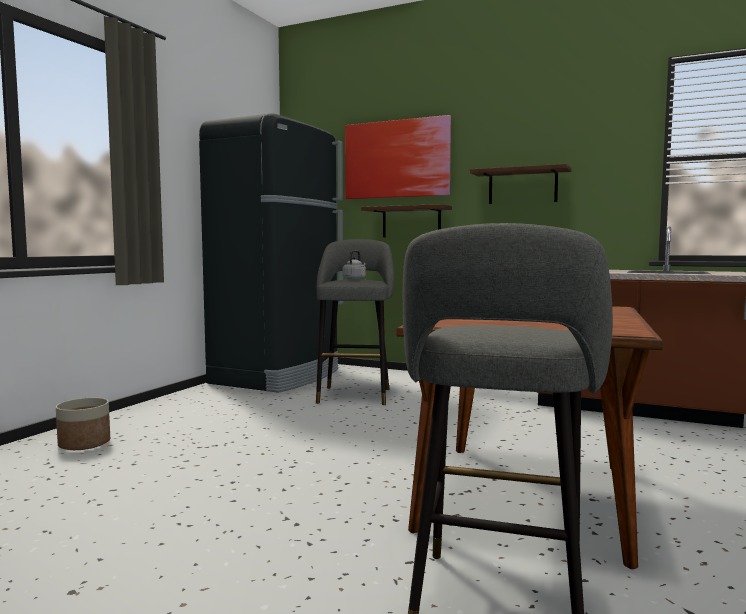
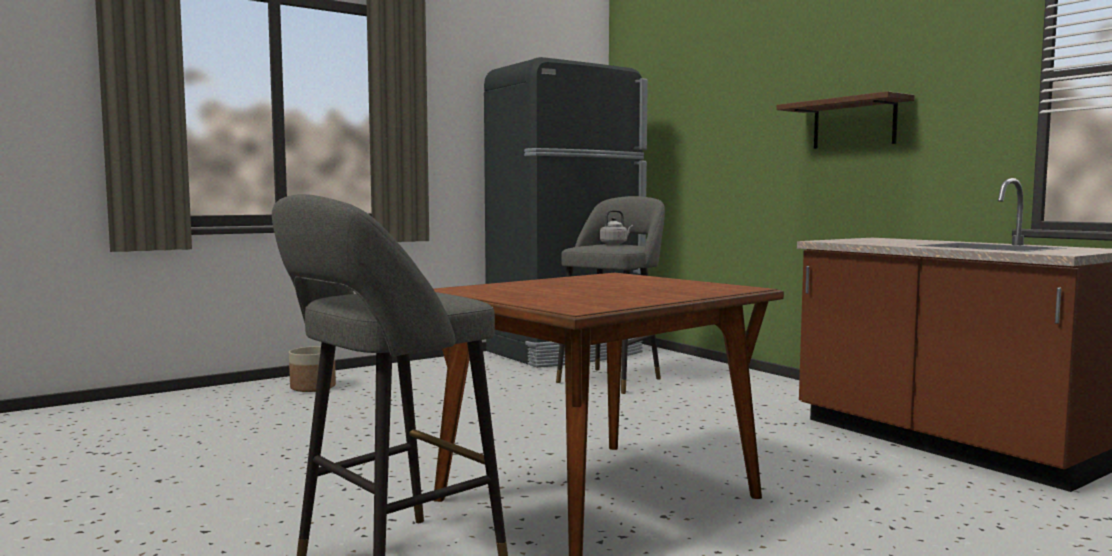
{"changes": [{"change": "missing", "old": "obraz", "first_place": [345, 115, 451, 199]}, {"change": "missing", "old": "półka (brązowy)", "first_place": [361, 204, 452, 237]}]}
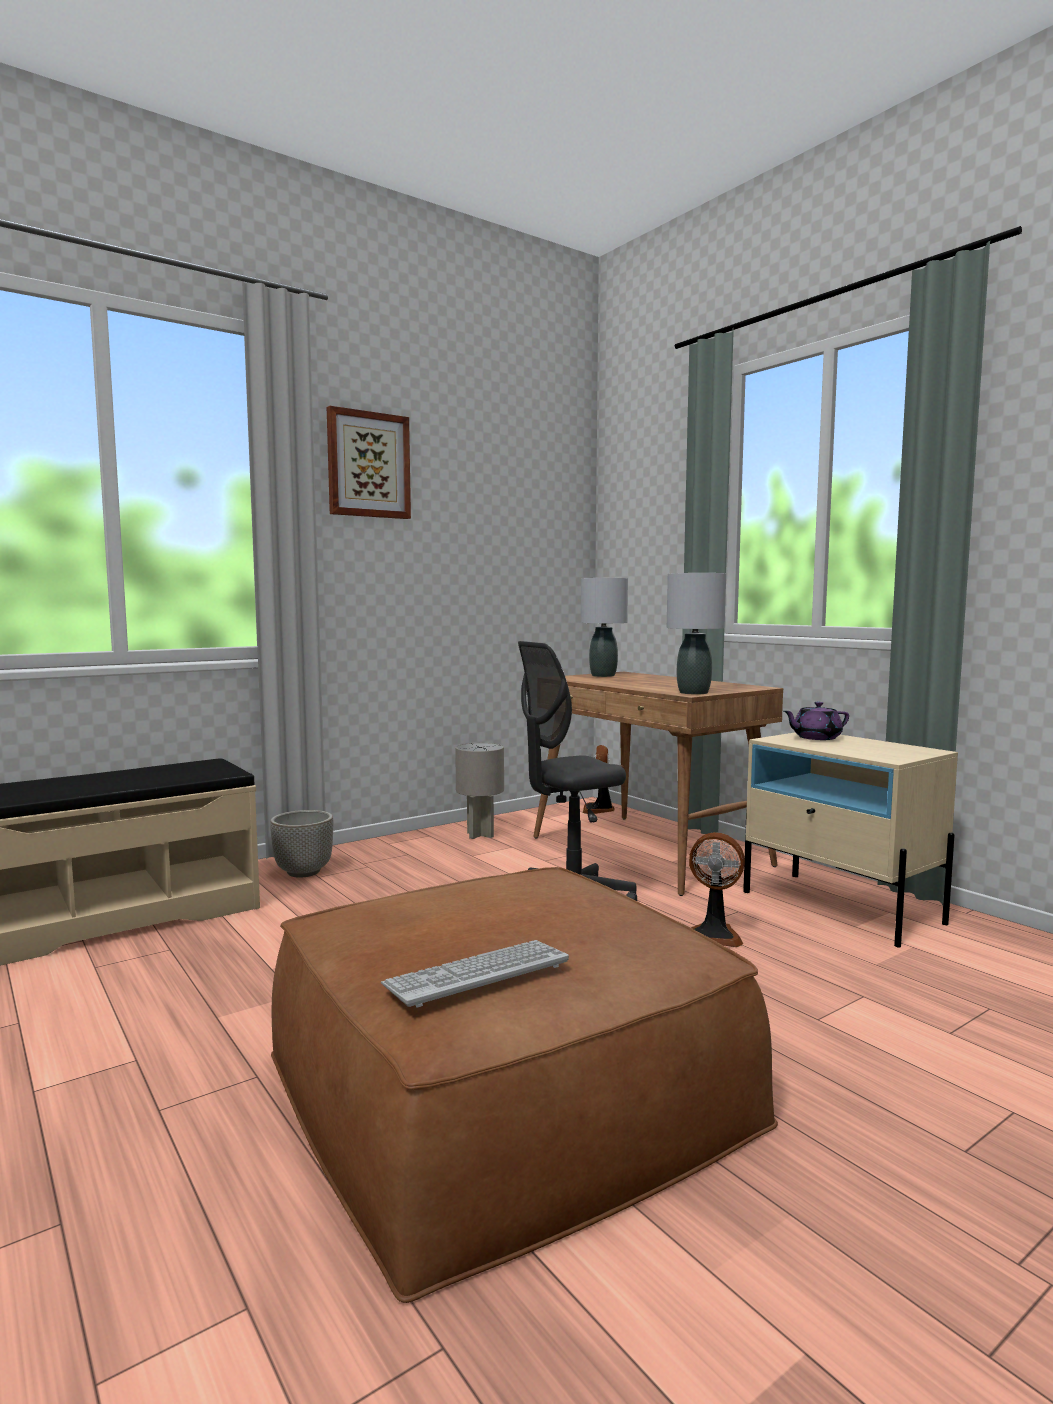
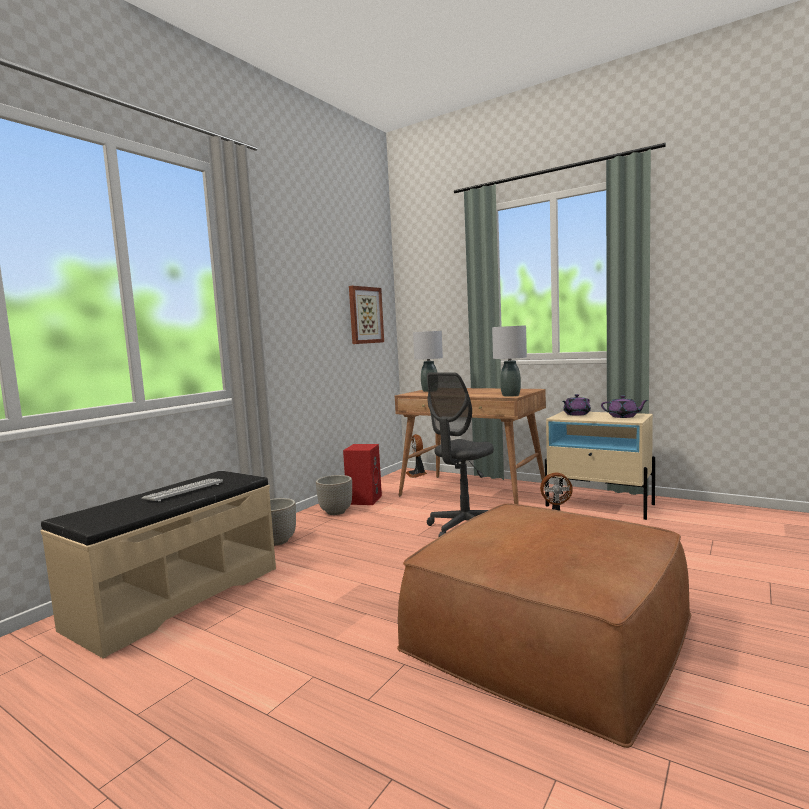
{"changes": [{"change": "relocated", "old": "klawiatura", "first_place": [381, 940, 569, 1008], "second_place": [141, 479, 223, 502]}, {"change": "appeared", "new": "donica", "second_place": [316, 475, 352, 515]}, {"change": "exchanged", "old": "lampa stołowa (szary)", "new": "głośnik (czerwony)", "first_place": [455, 743, 504, 839], "second_place": [343, 444, 382, 505]}, {"change": "relocated", "old": "obraz", "first_place": [327, 406, 411, 519], "second_place": [349, 286, 384, 344]}, {"change": "appeared", "new": "imbryk (fioletowy)", "second_place": [601, 395, 648, 418]}]}
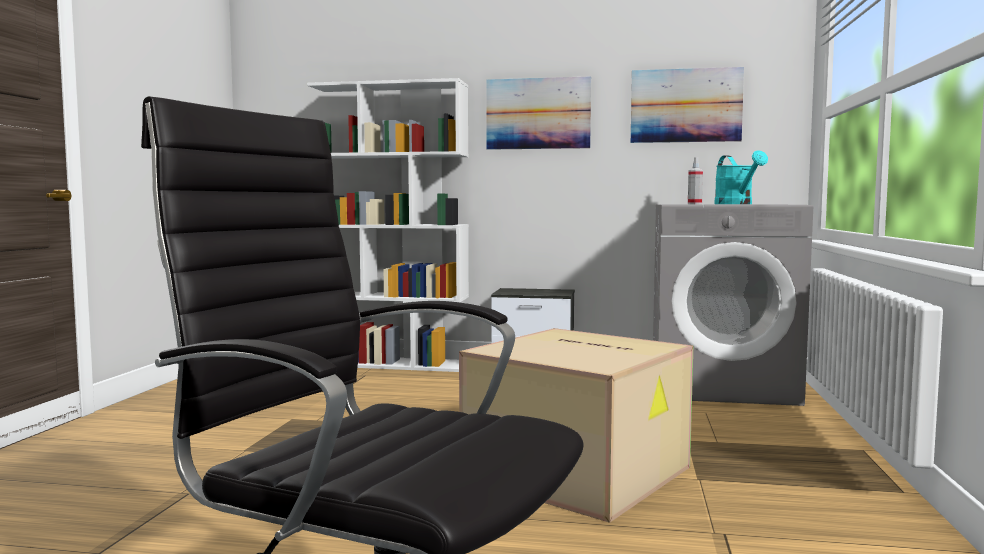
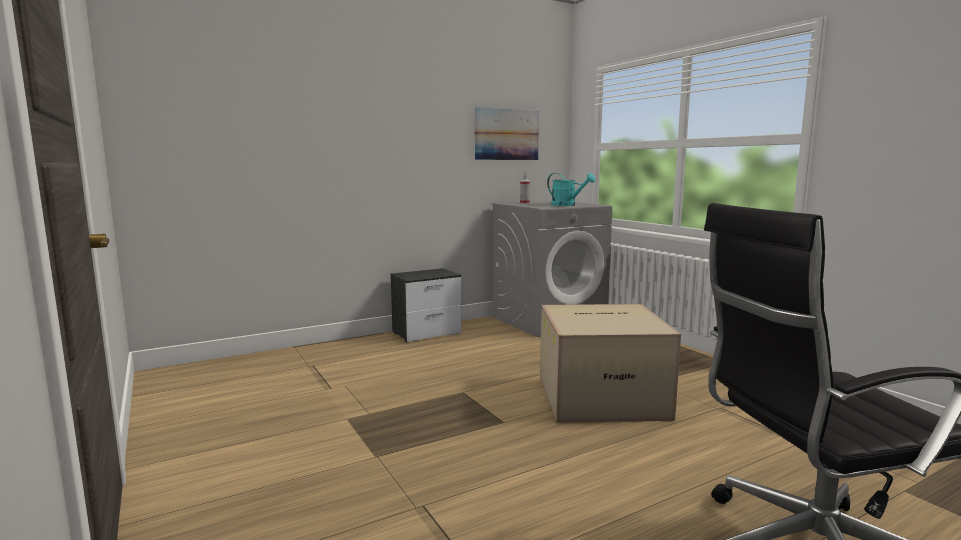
{"changes": [{"change": "missing", "old": "regał (biały)", "first_place": [307, 78, 469, 372]}, {"change": "missing", "old": "obraz", "first_place": [486, 76, 591, 150]}]}
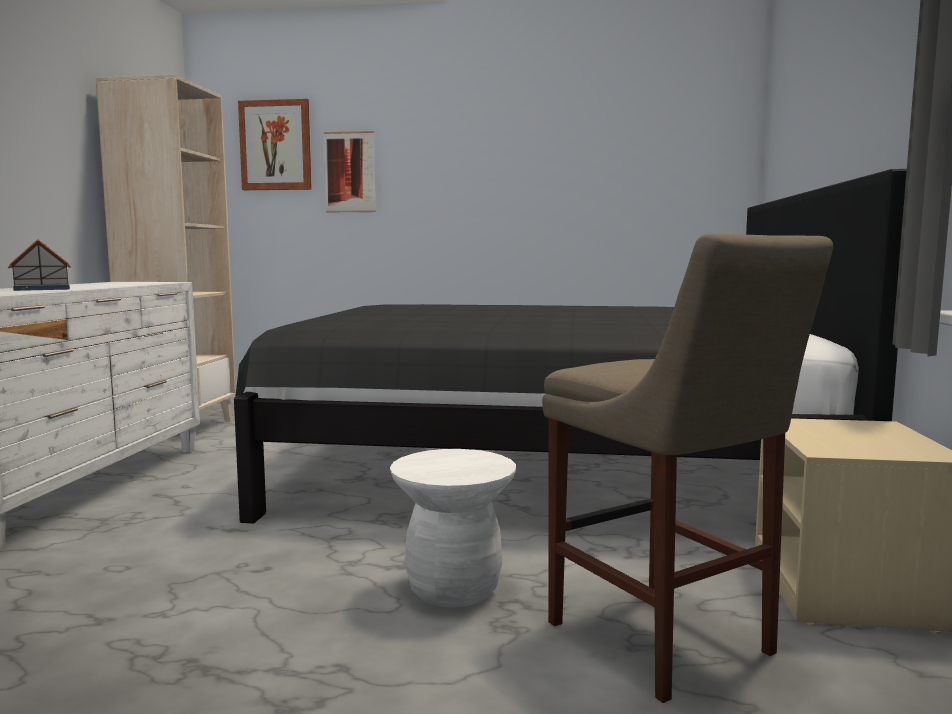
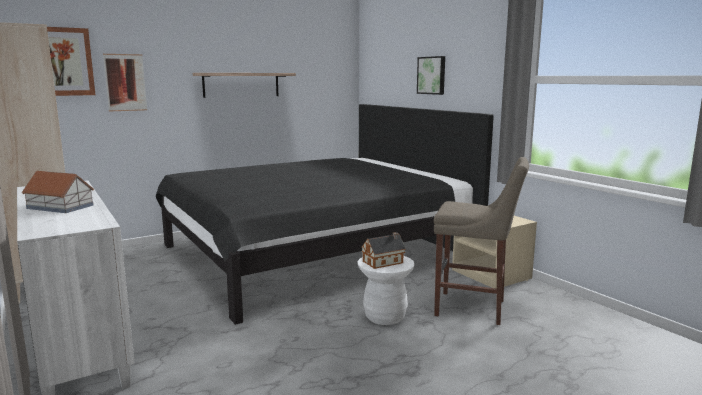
{"changes": [{"change": "appeared", "new": "półka", "second_place": [193, 73, 296, 98]}, {"change": "appeared", "new": "domek", "second_place": [362, 232, 406, 269]}, {"change": "appeared", "new": "obraz", "second_place": [417, 56, 445, 95]}]}
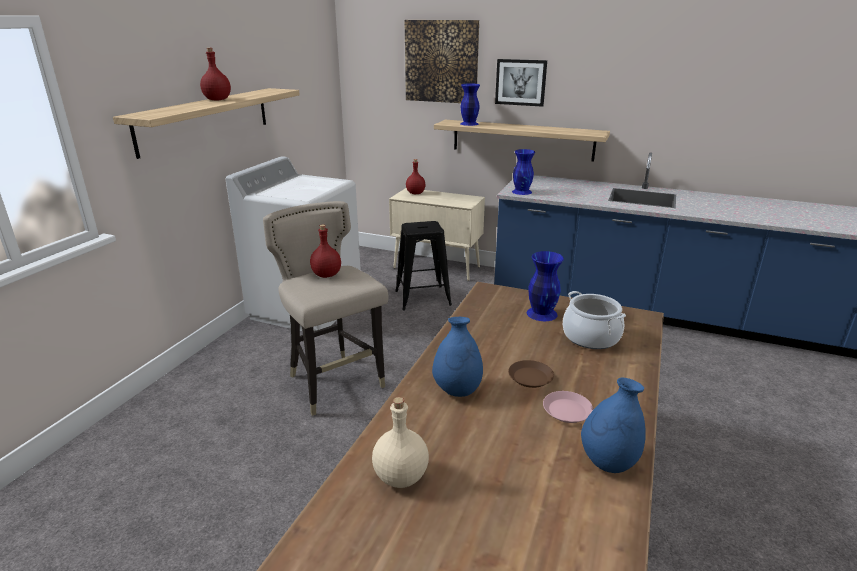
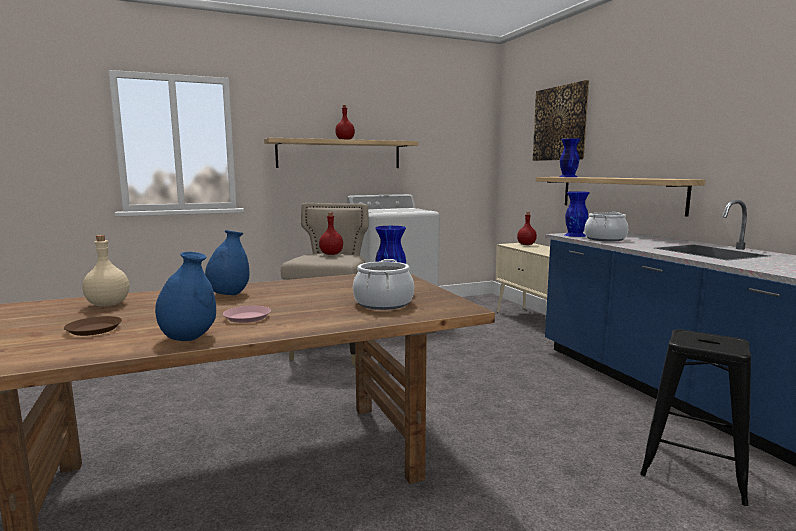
{"changes": [{"change": "relocated", "old": "talerz (brązowy)", "first_place": [508, 360, 554, 388], "second_place": [64, 316, 122, 336]}, {"change": "appeared", "new": "garnek", "second_place": [585, 212, 628, 241]}, {"change": "relocated", "old": "stołek (czarny)", "first_place": [395, 221, 452, 311], "second_place": [640, 329, 751, 506]}, {"change": "missing", "old": "obraz", "first_place": [495, 59, 547, 107]}]}
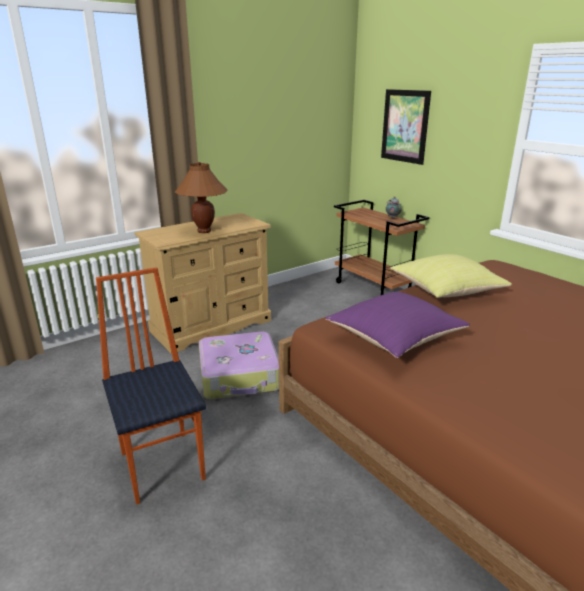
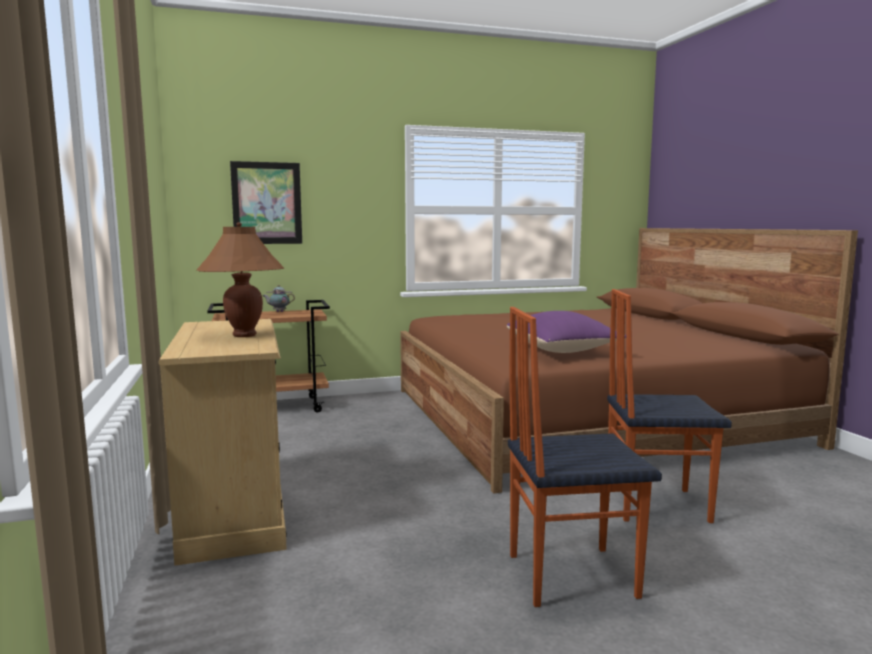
{"changes": [{"change": "appeared", "new": "krzesło", "second_place": [607, 289, 732, 523]}, {"change": "missing", "old": "walizka", "first_place": [199, 332, 279, 399]}, {"change": "missing", "old": "poduszka (żółty)", "first_place": [390, 254, 512, 298]}]}
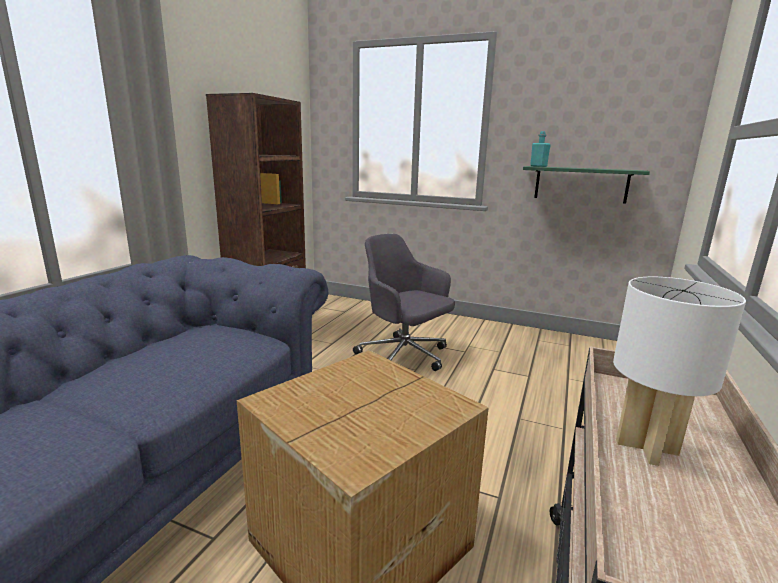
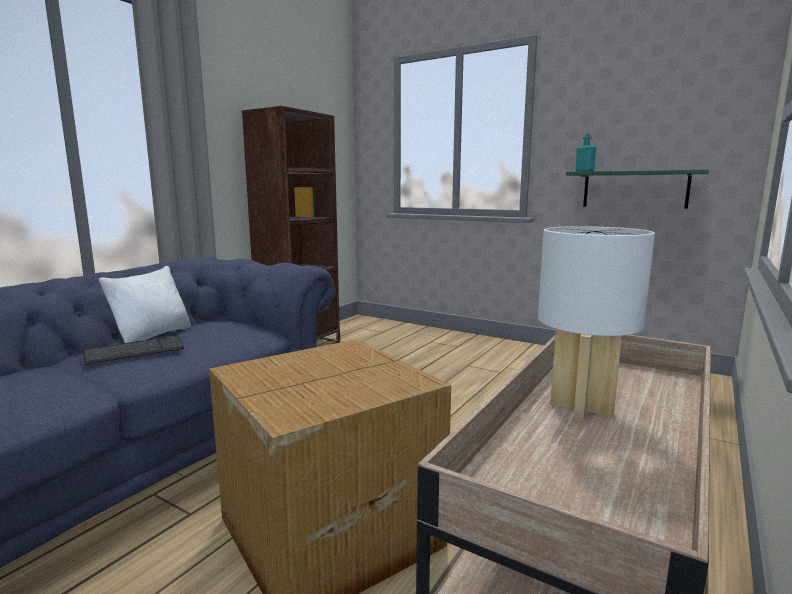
{"changes": [{"change": "appeared", "new": "klawiatura", "second_place": [83, 336, 184, 365]}, {"change": "appeared", "new": "poduszka (biały)", "second_place": [99, 266, 191, 343]}, {"change": "missing", "old": "krzesło biurowe (szary)", "first_place": [353, 234, 455, 371]}]}
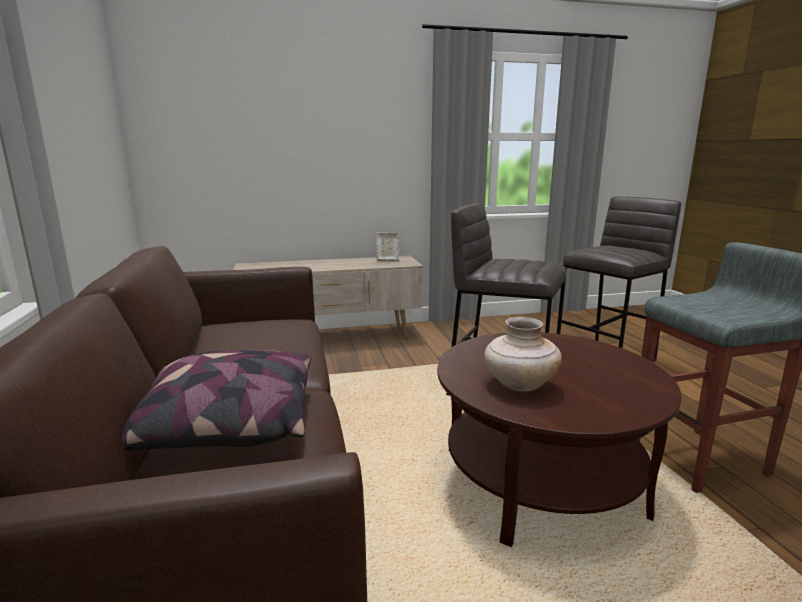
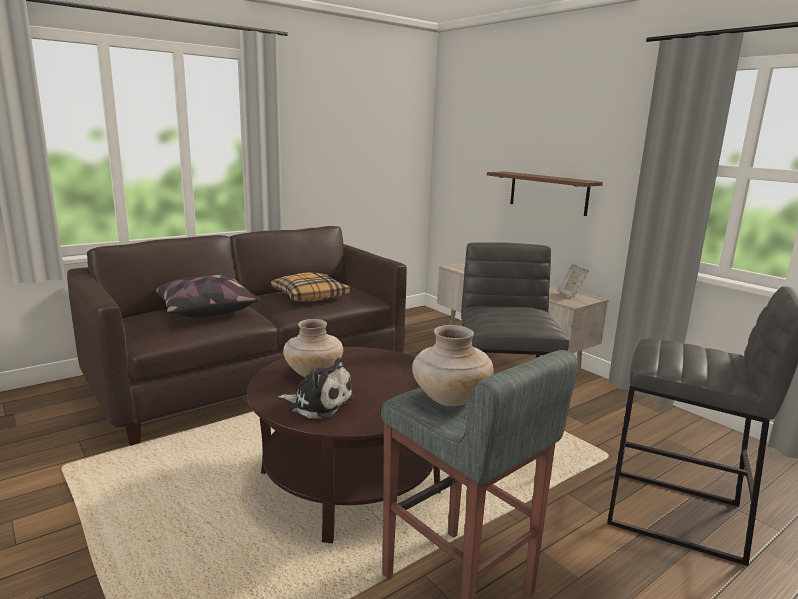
{"changes": [{"change": "appeared", "new": "poduszka", "second_place": [271, 272, 350, 301]}, {"change": "appeared", "new": "pluszak", "second_place": [278, 358, 354, 419]}, {"change": "appeared", "new": "wazon (beżowy)", "second_place": [412, 325, 494, 406]}, {"change": "appeared", "new": "półka (brązowy)", "second_place": [487, 172, 603, 216]}]}
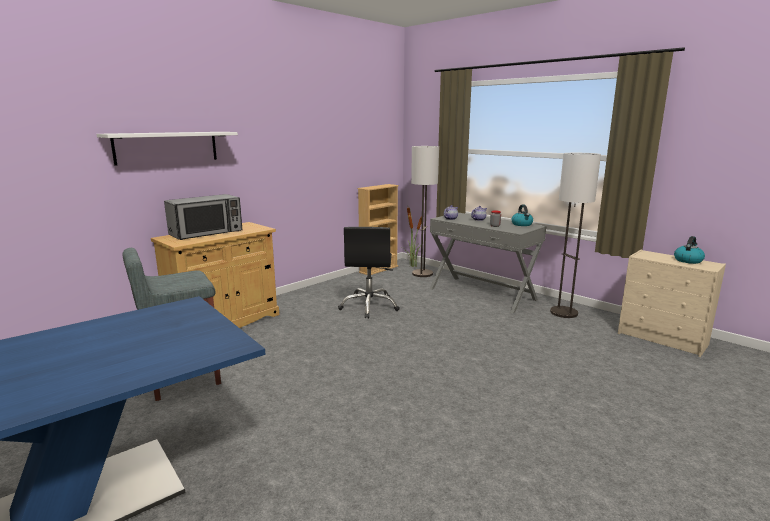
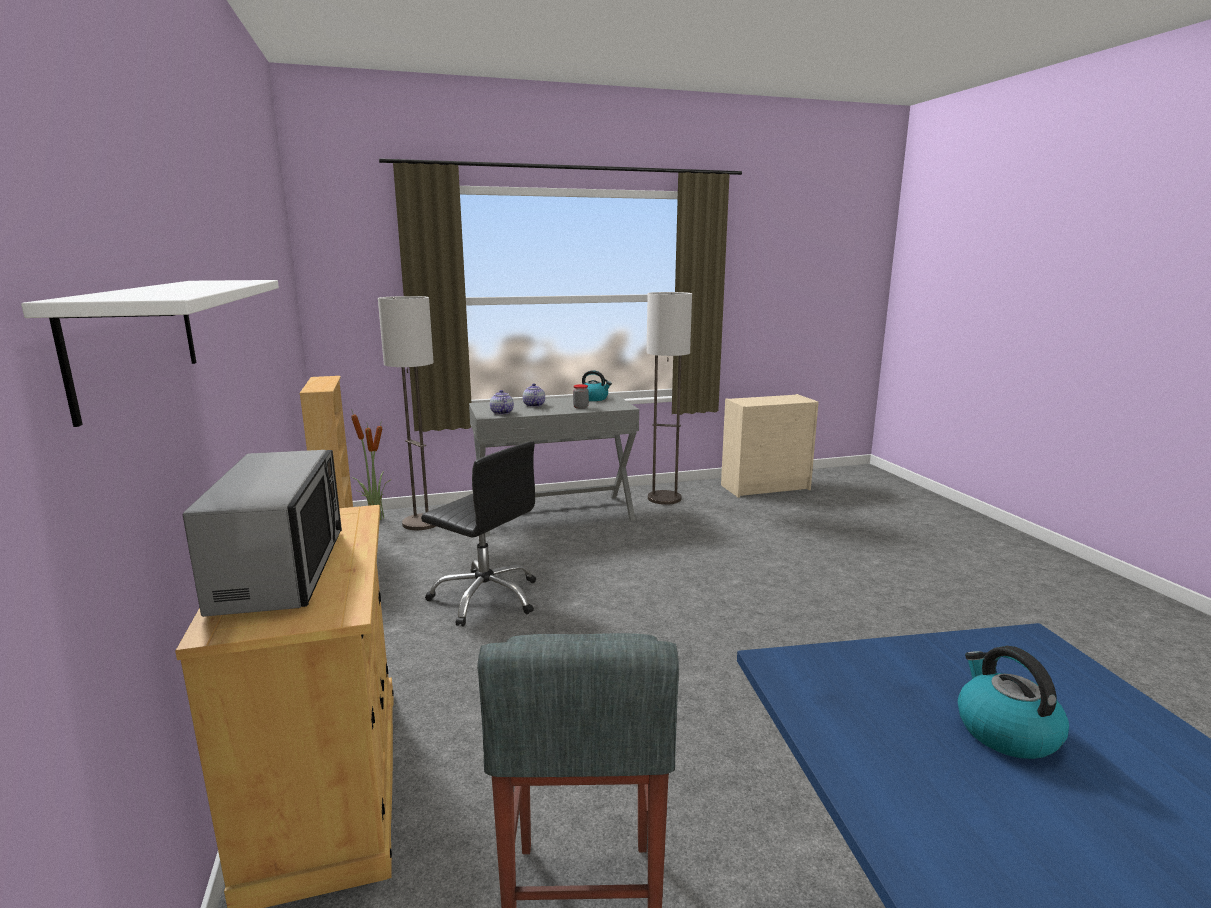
{"changes": [{"change": "relocated", "old": "czajnik", "first_place": [674, 236, 705, 264], "second_place": [958, 646, 1069, 759]}]}
